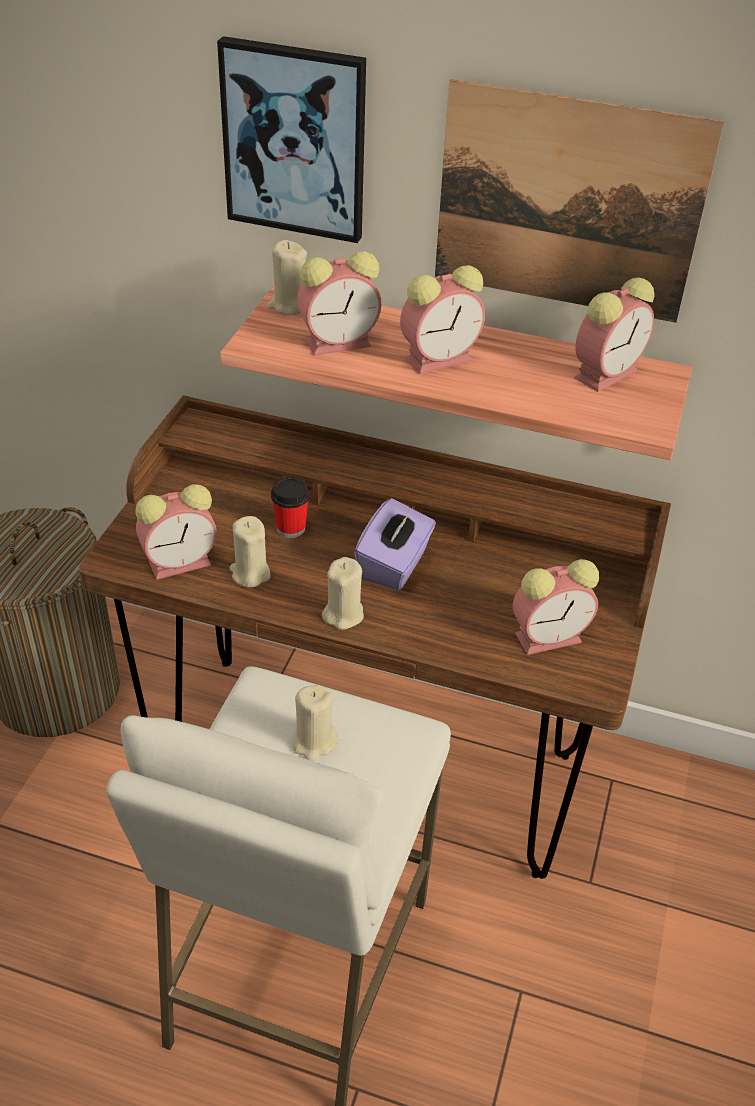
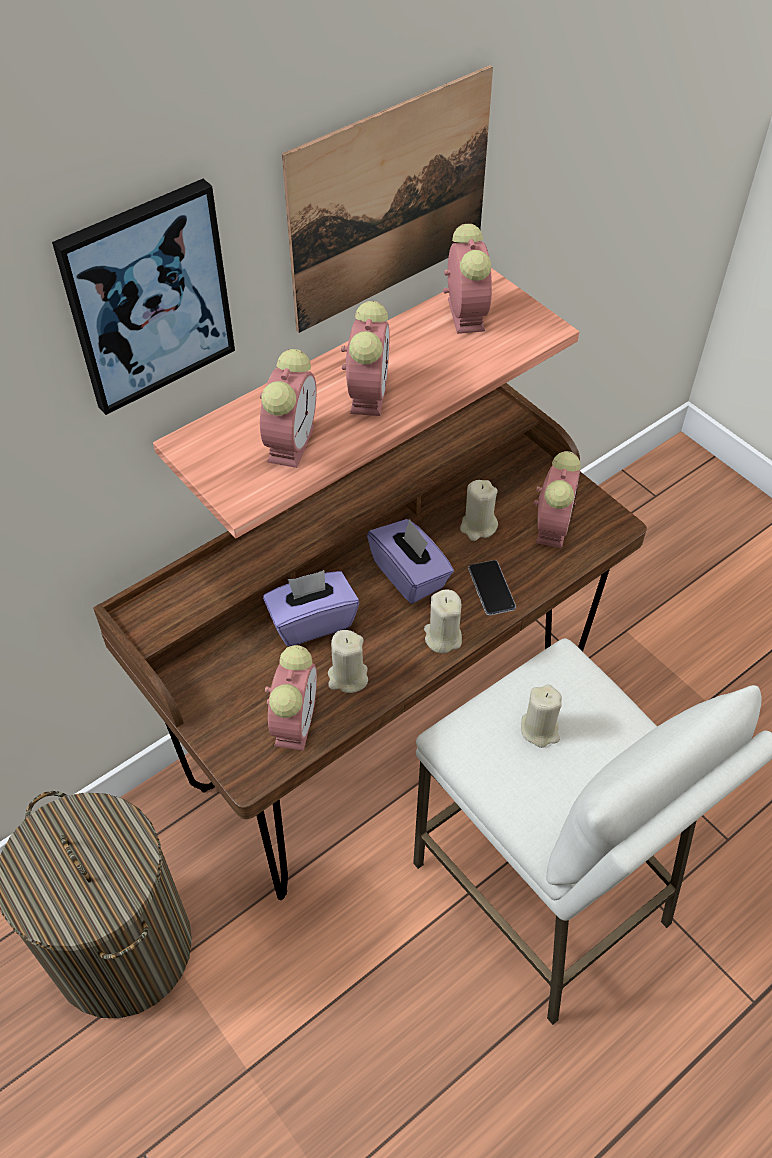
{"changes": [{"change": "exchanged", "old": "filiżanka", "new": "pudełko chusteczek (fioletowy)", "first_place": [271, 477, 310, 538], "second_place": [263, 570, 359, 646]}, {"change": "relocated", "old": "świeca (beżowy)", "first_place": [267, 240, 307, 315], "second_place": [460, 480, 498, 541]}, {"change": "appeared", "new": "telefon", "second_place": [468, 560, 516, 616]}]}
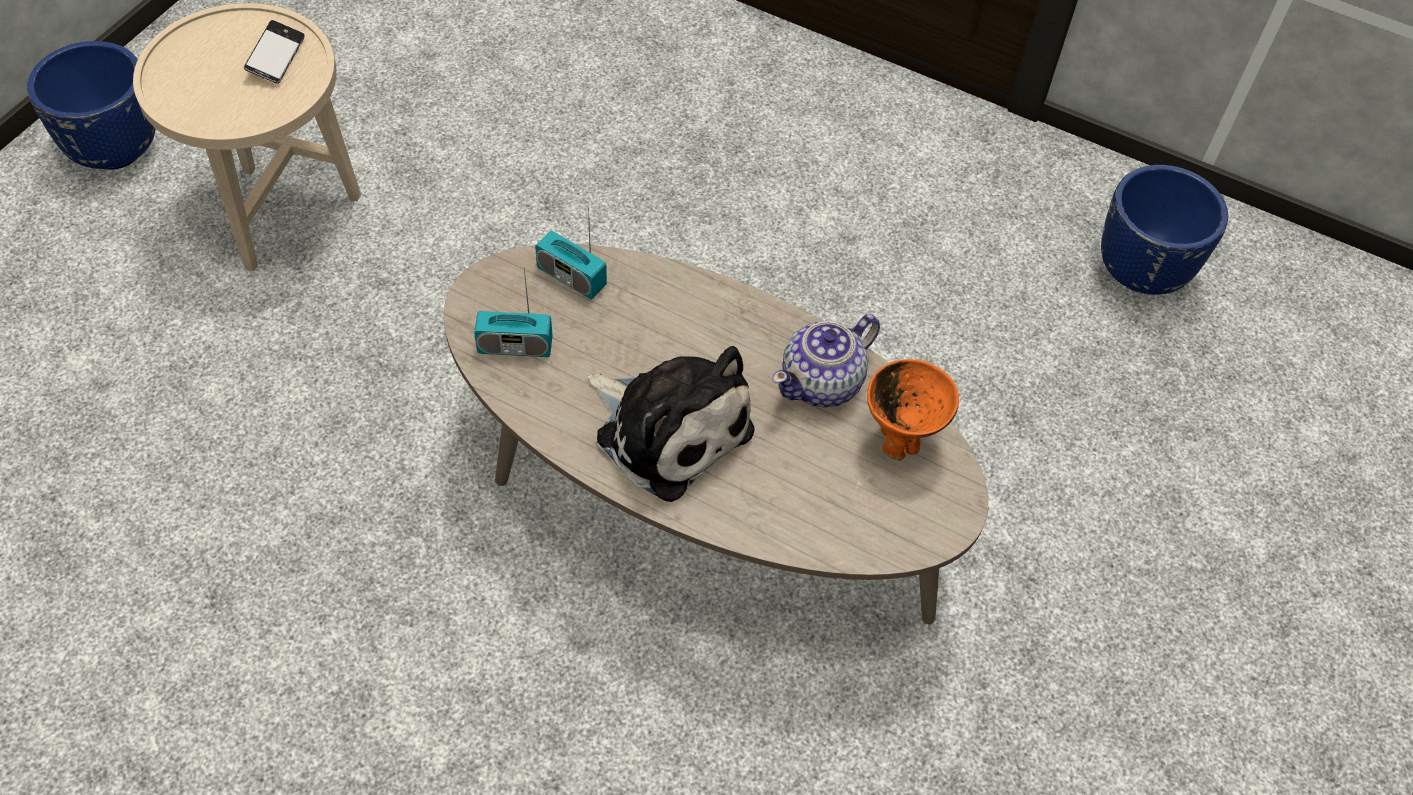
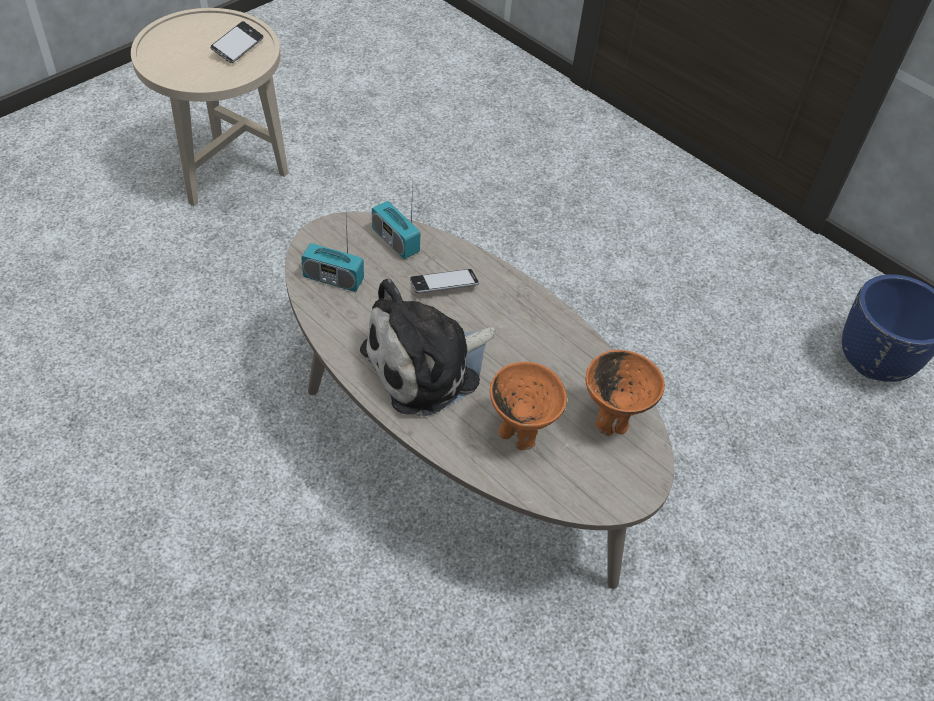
{"changes": [{"change": "spun", "old": "pluszak", "first_place": [588, 346, 755, 502], "second_place": [360, 279, 495, 416], "degrees": 90}, {"change": "appeared", "new": "telefon", "second_place": [410, 269, 479, 293]}, {"change": "appeared", "new": "miska (pomarańczowy)", "second_place": [490, 362, 567, 450]}, {"change": "missing", "old": "donica (niebieski)", "first_place": [27, 41, 156, 170]}, {"change": "missing", "old": "imbryk", "first_place": [772, 314, 880, 407]}]}
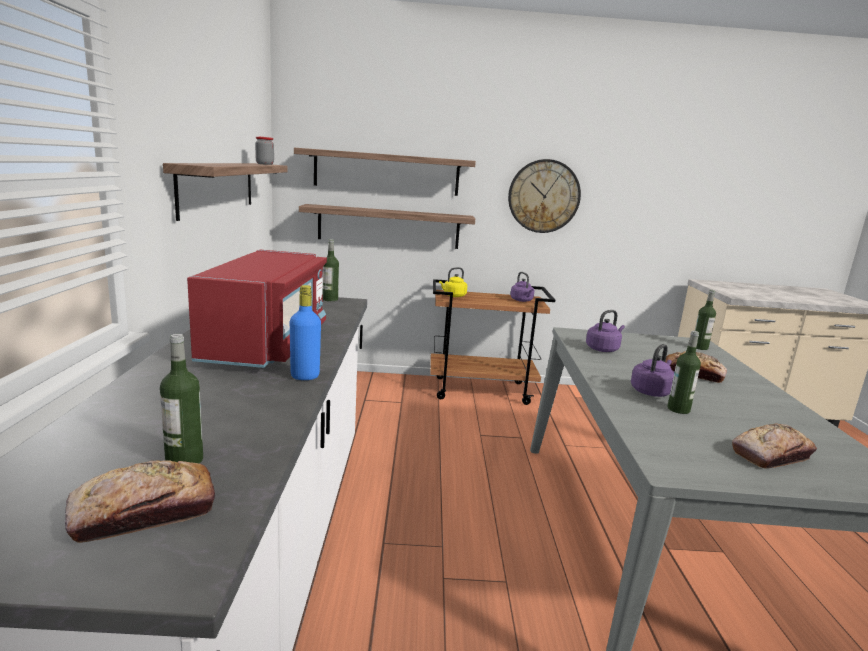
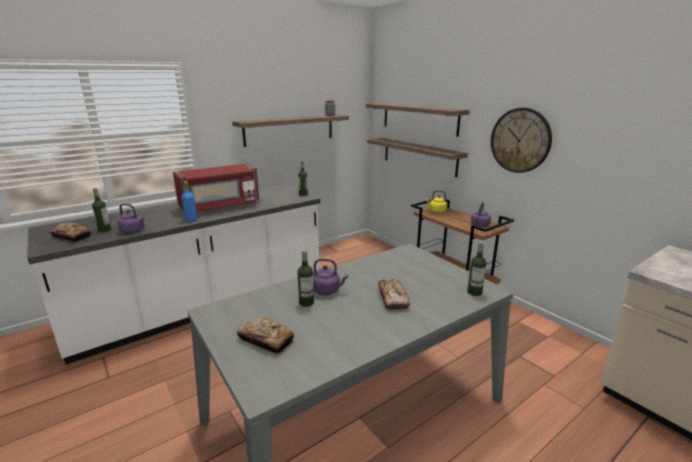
{"changes": [{"change": "relocated", "old": "czajnik (fioletowy)", "first_place": [586, 310, 625, 352], "second_place": [117, 203, 145, 233]}]}
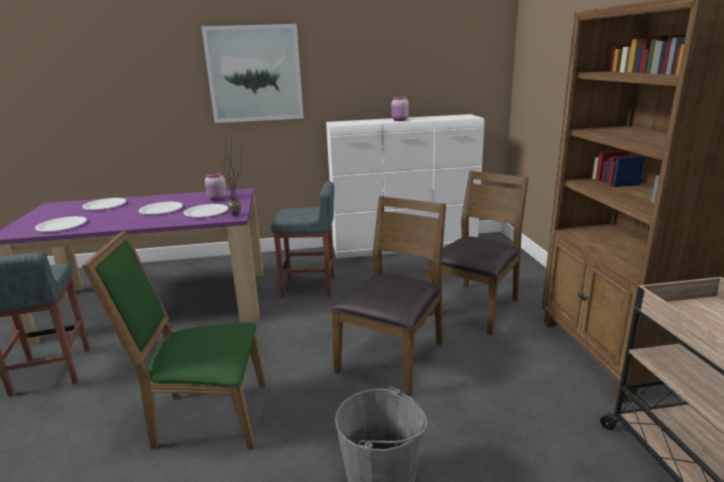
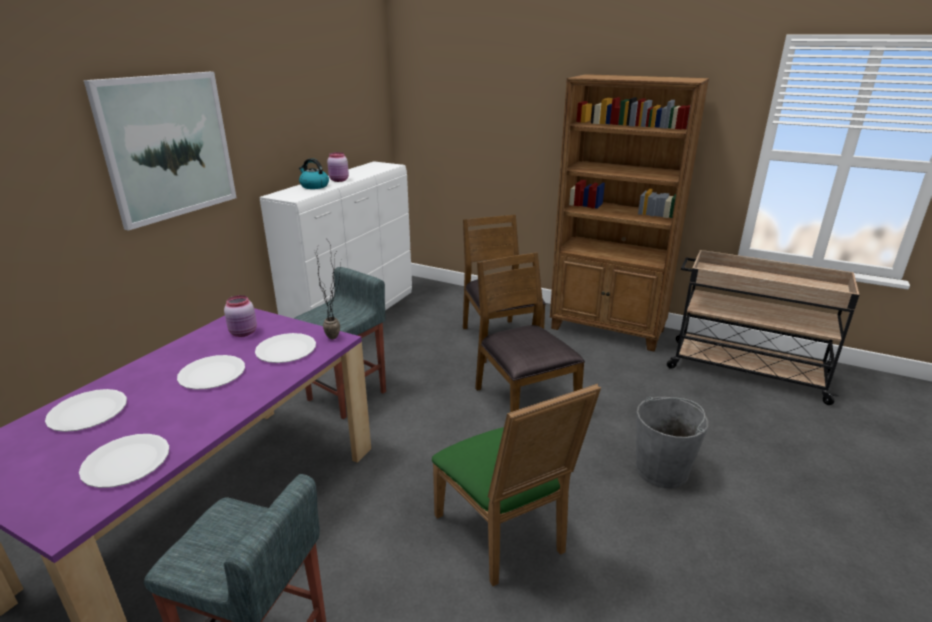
{"changes": [{"change": "appeared", "new": "czajnik", "second_place": [299, 158, 329, 189]}, {"change": "spun", "old": "krzesło (zielony)", "first_place": [82, 231, 266, 450], "second_place": [432, 384, 601, 586], "degrees": -60}]}
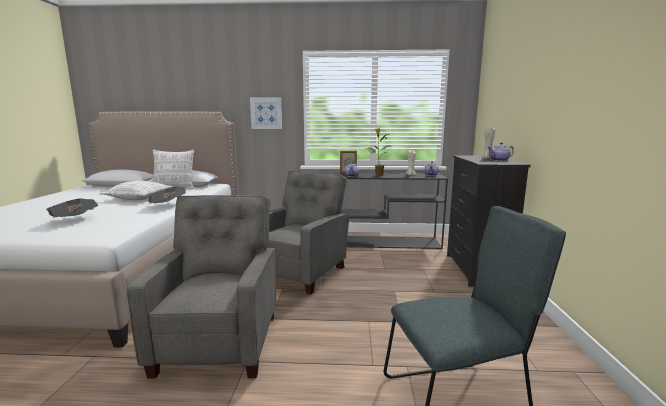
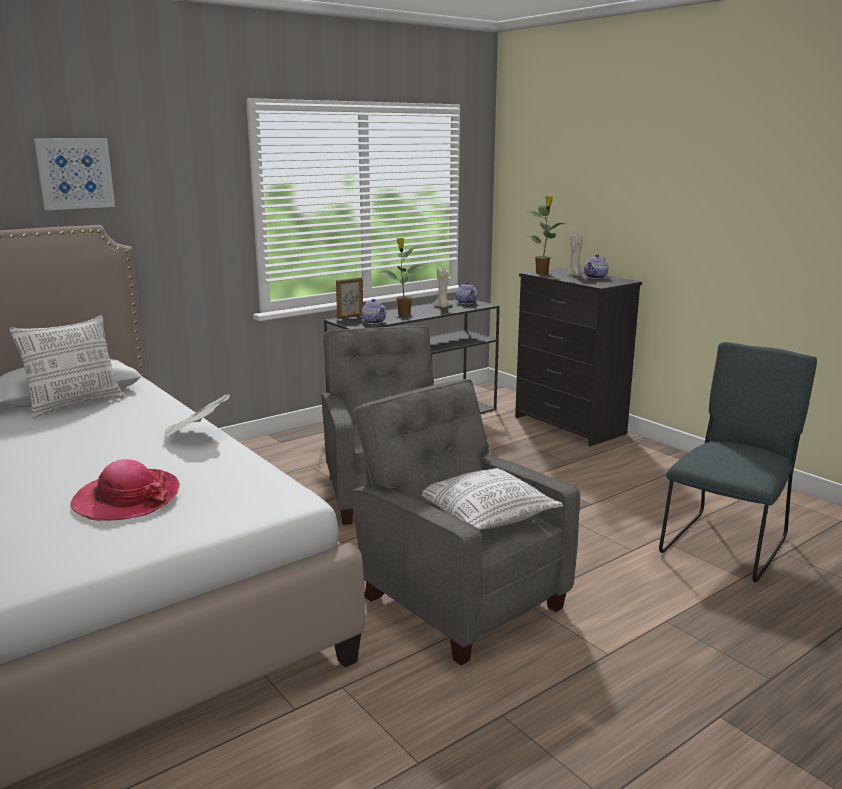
{"changes": [{"change": "relocated", "old": "obraz", "first_place": [250, 97, 282, 129], "second_place": [34, 138, 115, 210]}, {"change": "exchanged", "old": "gazeta", "new": "kapelusz", "first_place": [46, 199, 98, 217], "second_place": [71, 459, 180, 521]}, {"change": "relocated", "old": "poduszka", "first_place": [100, 181, 172, 200], "second_place": [422, 468, 563, 530]}, {"change": "appeared", "new": "roślina doniczkowa", "second_place": [524, 196, 564, 274]}]}
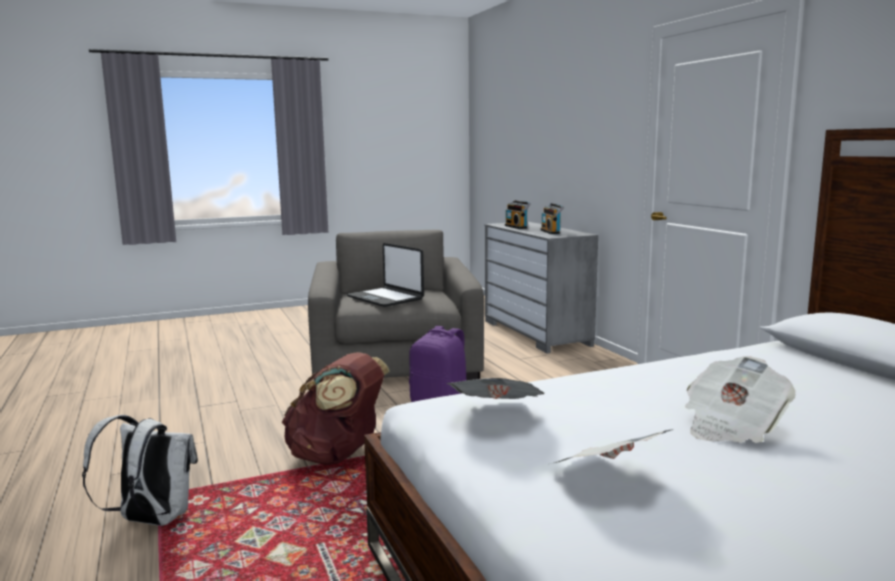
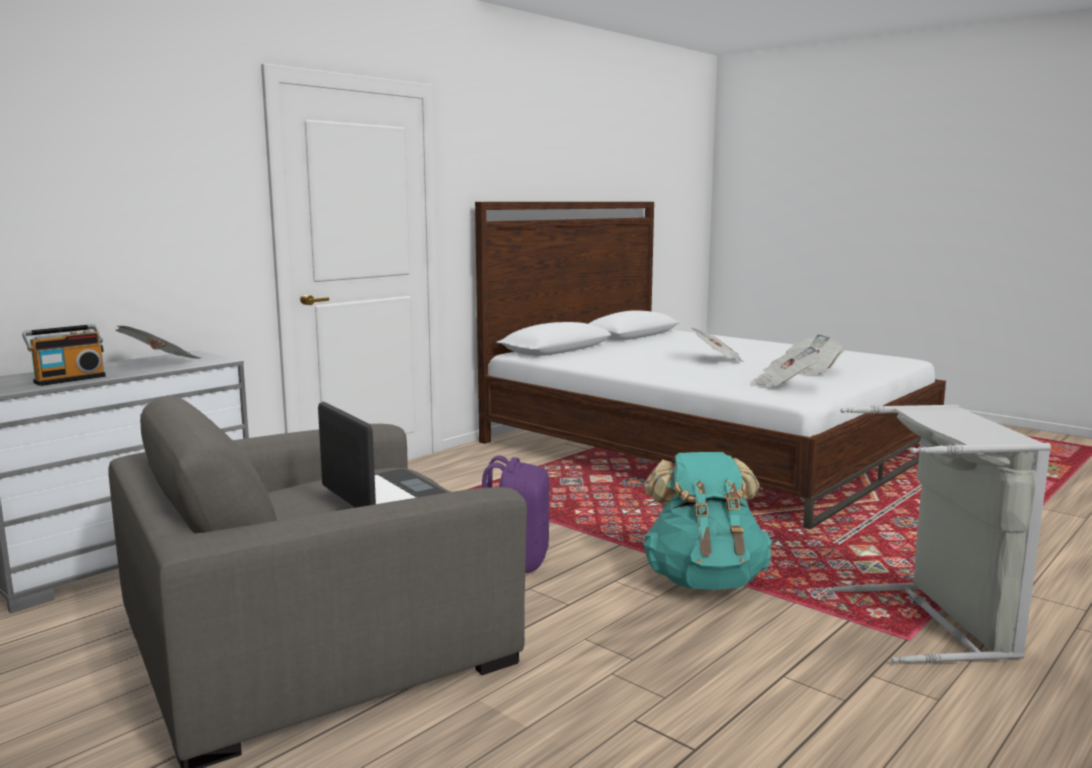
{"changes": [{"change": "exchanged", "old": "radio", "new": "gazeta", "first_place": [541, 203, 564, 234], "second_place": [116, 326, 201, 359]}, {"change": "spun", "old": "laptop", "first_place": [347, 243, 424, 307], "second_place": [318, 401, 448, 508], "degrees": -60}, {"change": "colour", "old": "plecak (brązowy)", "new": "plecak (turkusowy)", "first_place": [282, 352, 390, 465], "second_place": [642, 452, 772, 590]}, {"change": "exchanged", "old": "plecak (biały)", "new": "kosz na pranie (szary)", "first_place": [82, 415, 198, 526], "second_place": [827, 405, 1051, 663]}]}
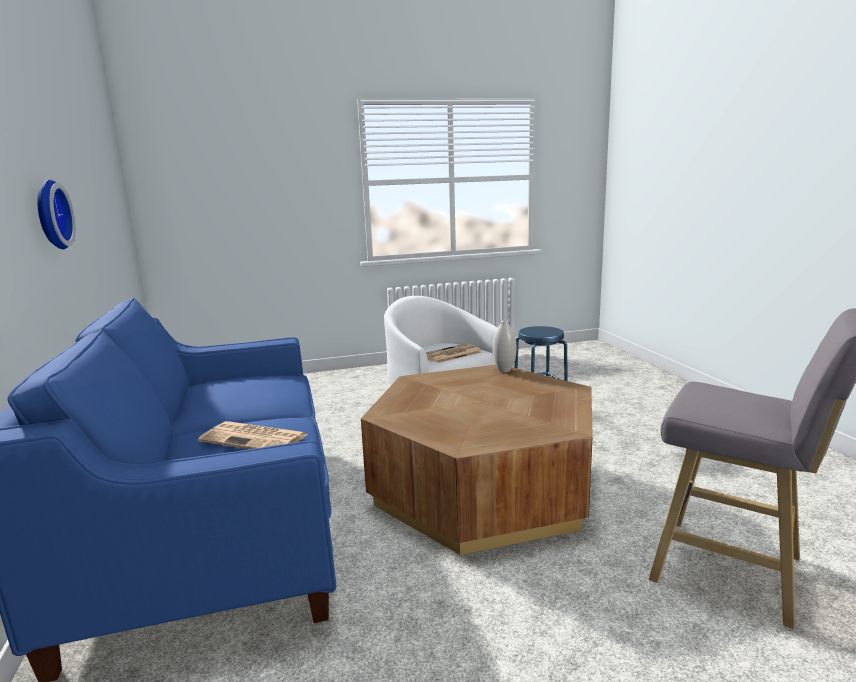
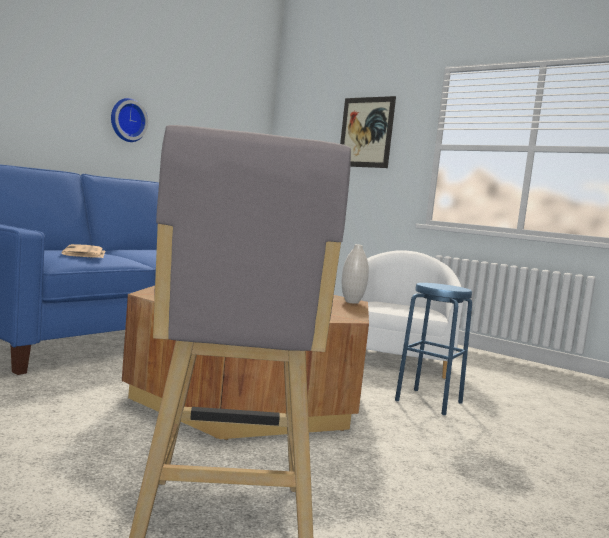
{"changes": [{"change": "appeared", "new": "obraz", "second_place": [340, 96, 396, 168]}, {"change": "missing", "old": "gazeta", "first_place": [426, 343, 482, 363]}]}
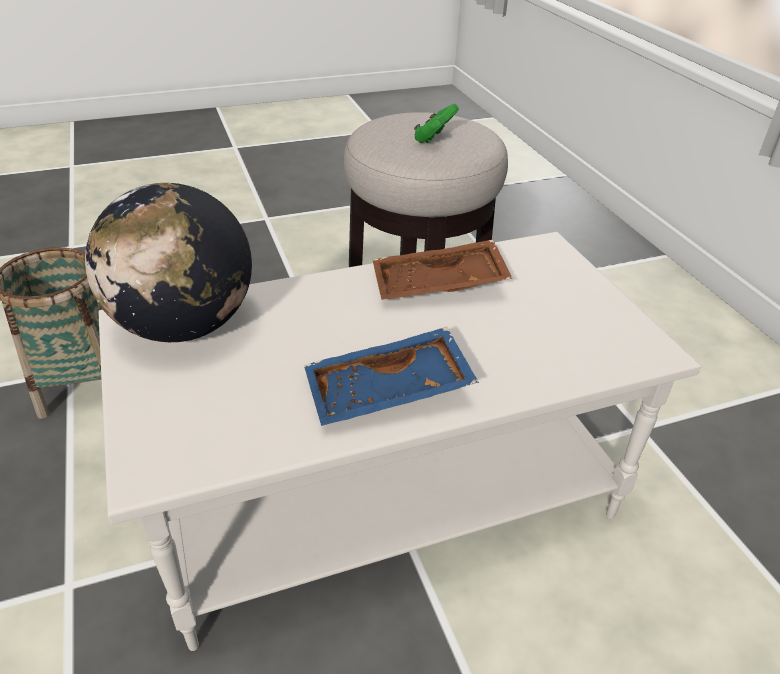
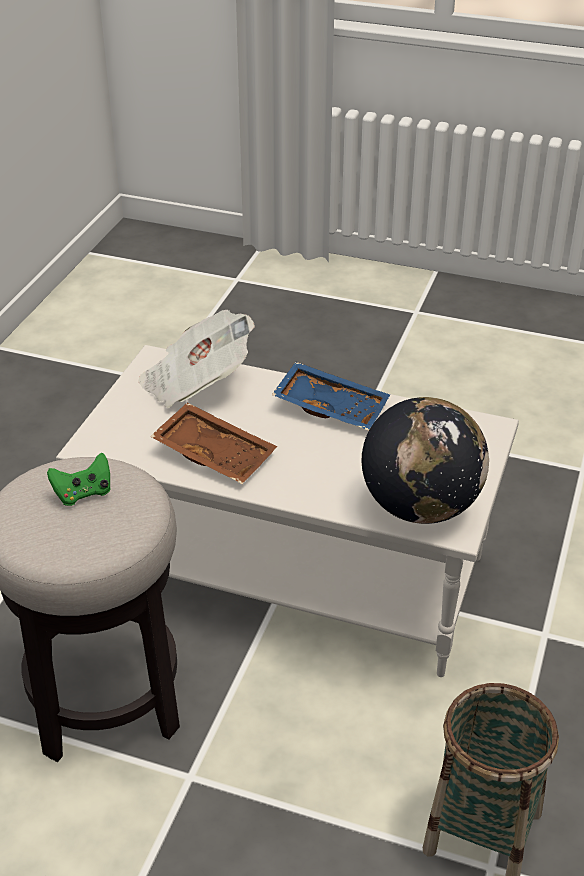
{"changes": [{"change": "appeared", "new": "gazeta", "second_place": [138, 310, 255, 408]}]}
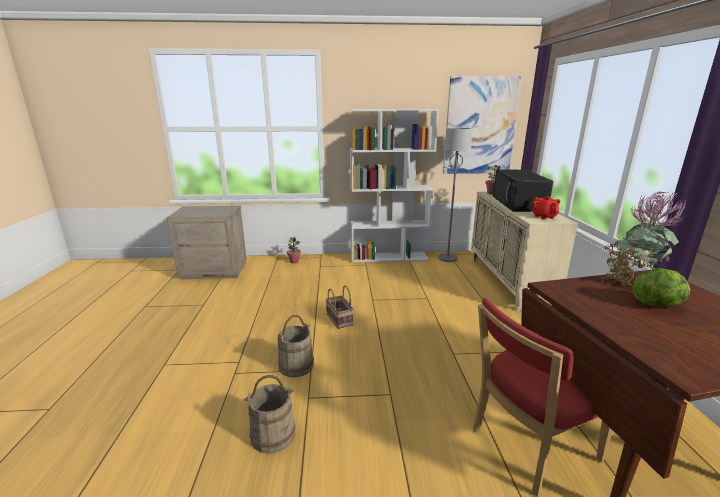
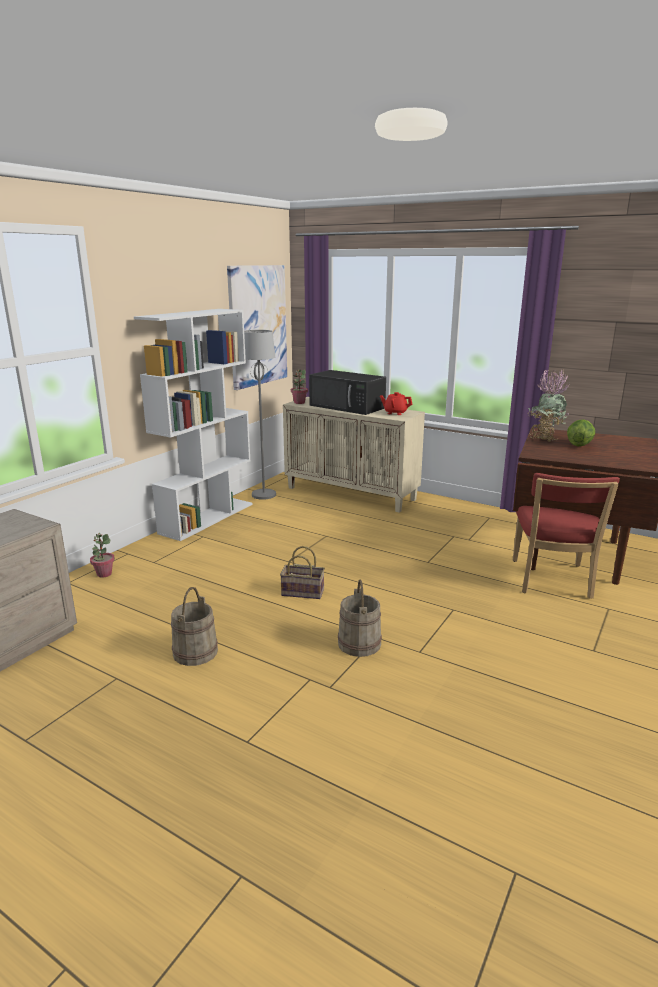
{"changes": [{"change": "relocated", "old": "wiadro (beżowy)", "first_place": [244, 375, 296, 454], "second_place": [171, 587, 218, 666]}]}
